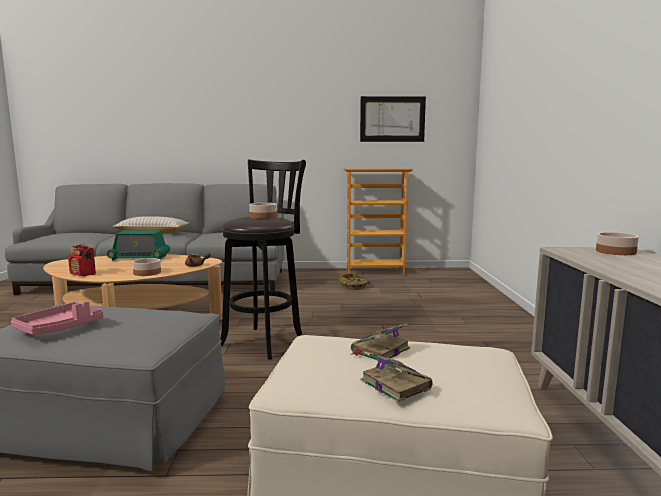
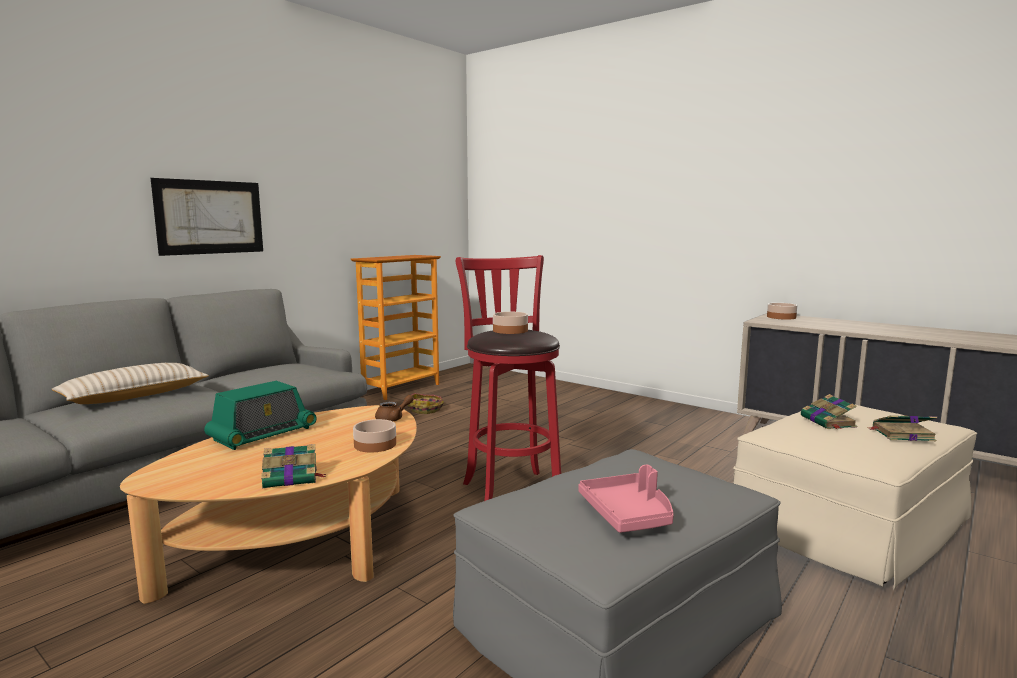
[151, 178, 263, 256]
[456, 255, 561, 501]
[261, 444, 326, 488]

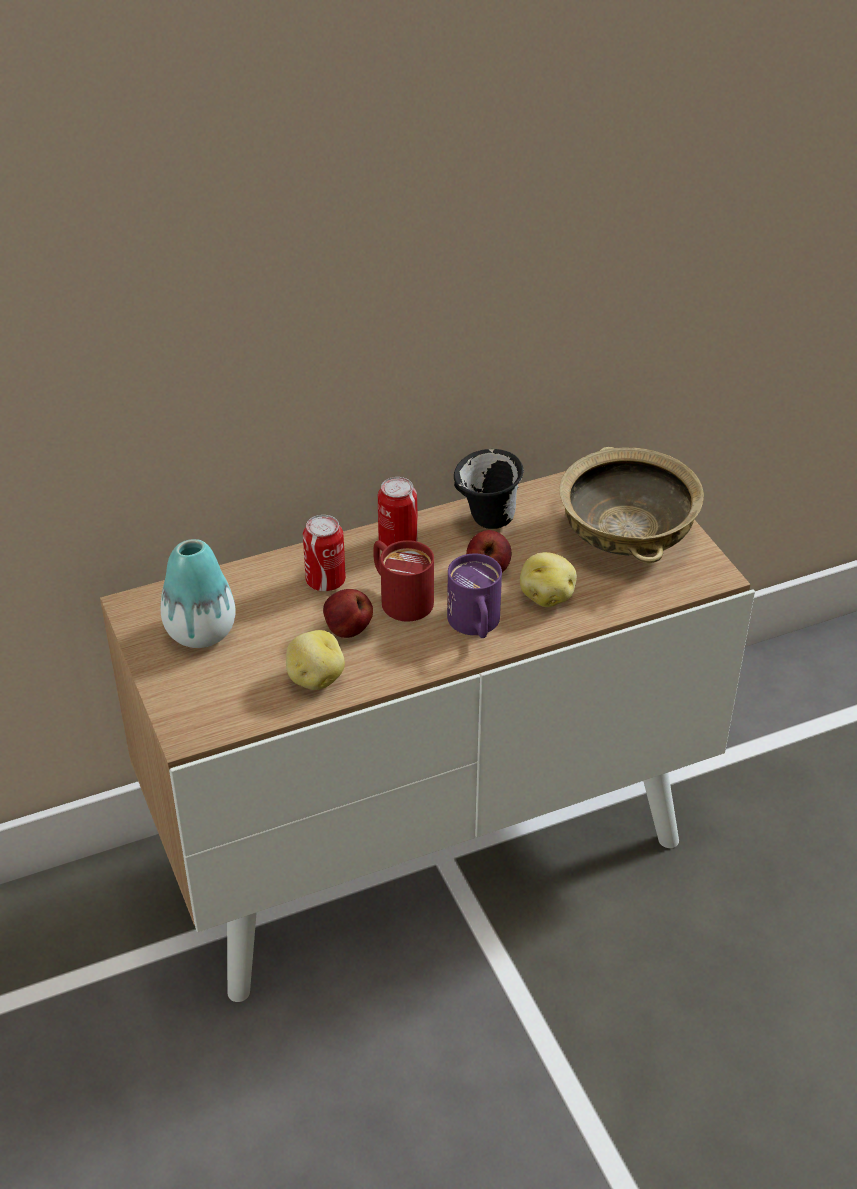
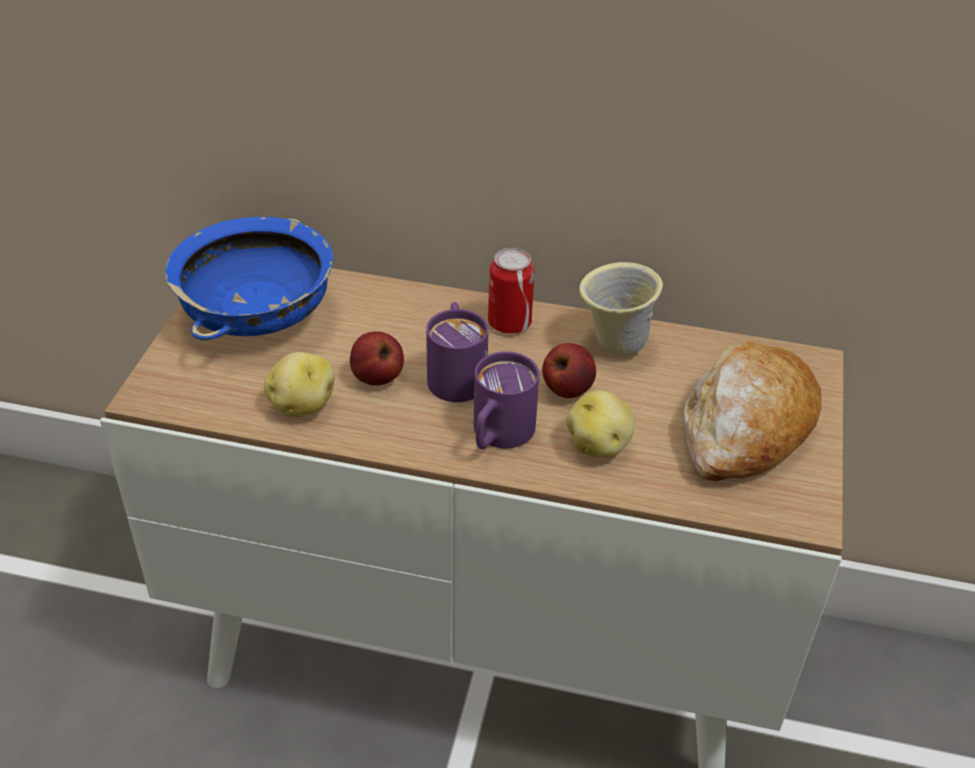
[683, 342, 822, 481]
[579, 262, 663, 356]
[303, 515, 346, 591] (first image)
[165, 217, 333, 340]
[426, 302, 489, 402]

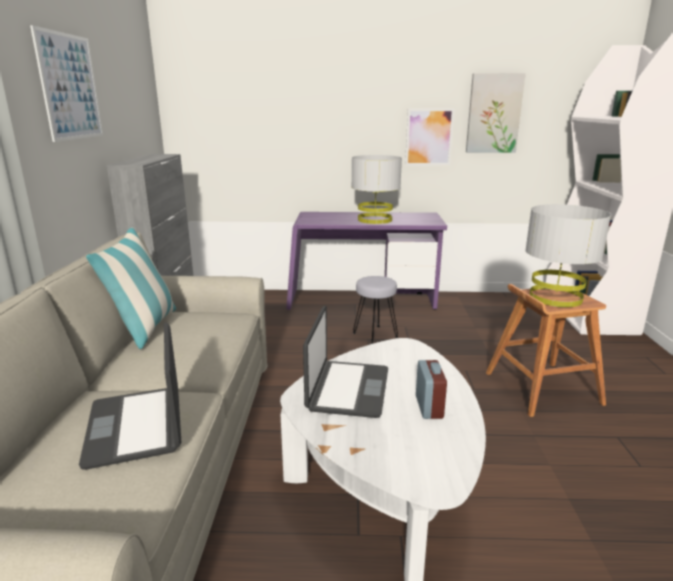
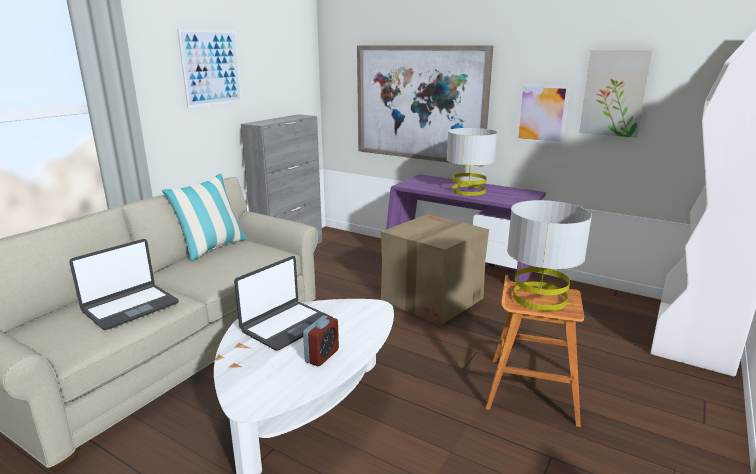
[381, 214, 489, 326]
[69, 239, 179, 330]
[357, 45, 494, 167]

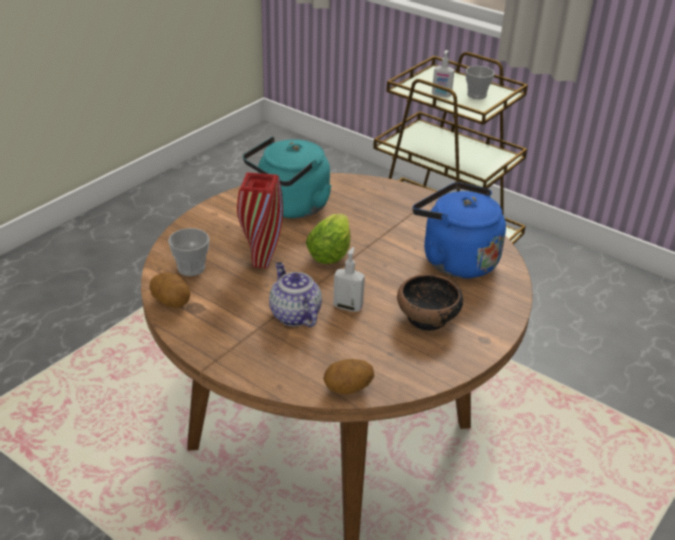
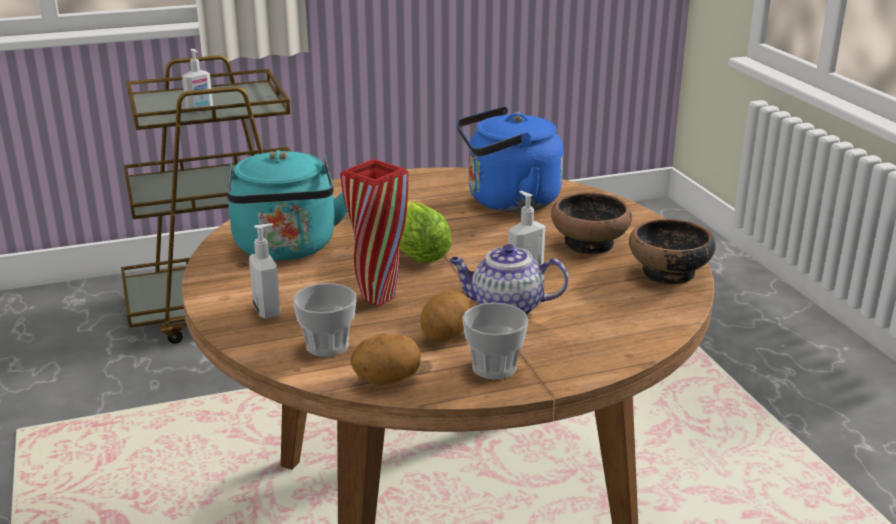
[462, 303, 529, 380]
[420, 290, 470, 342]
[629, 219, 716, 284]
[249, 223, 281, 319]

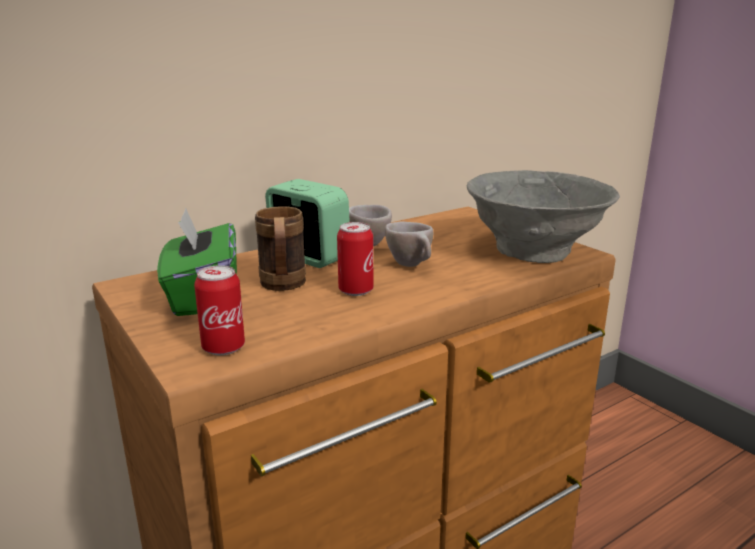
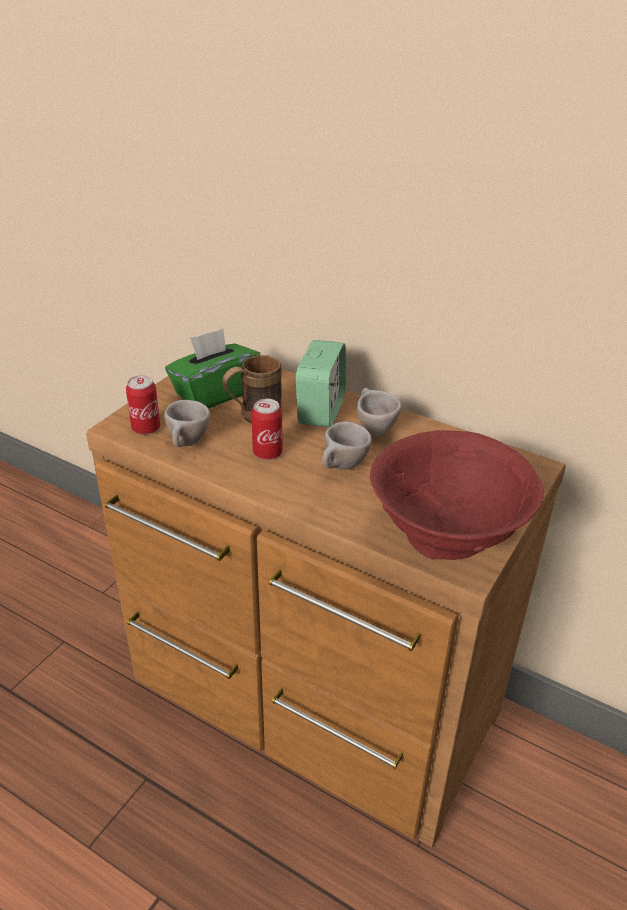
[370, 430, 544, 560]
[164, 400, 210, 447]

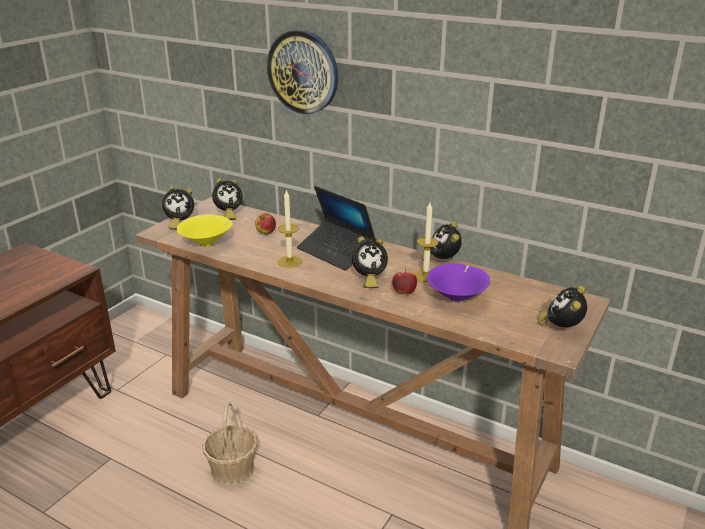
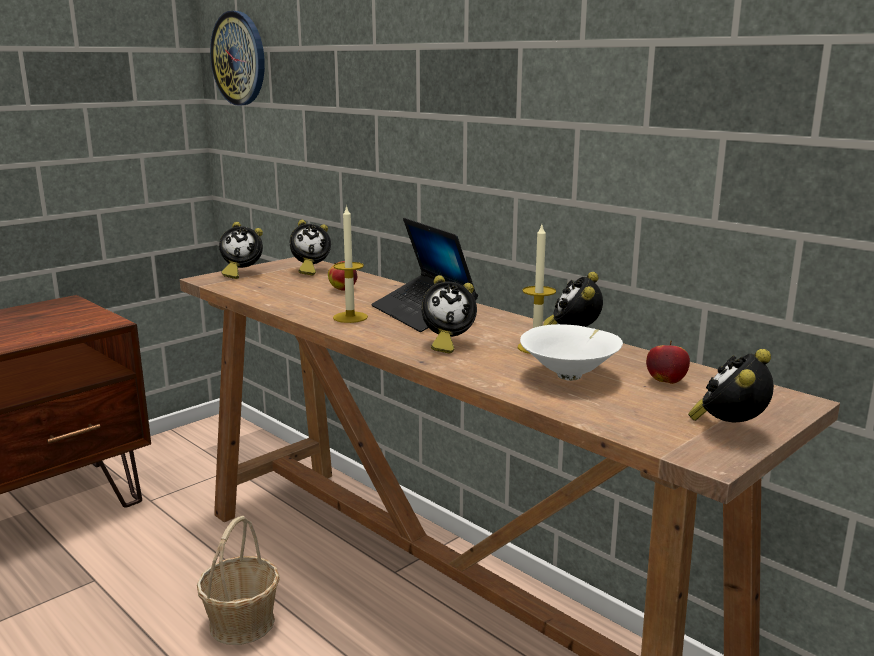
[210, 11, 265, 105]
[177, 214, 233, 247] (first image)
[520, 324, 623, 381]
[646, 341, 690, 384]

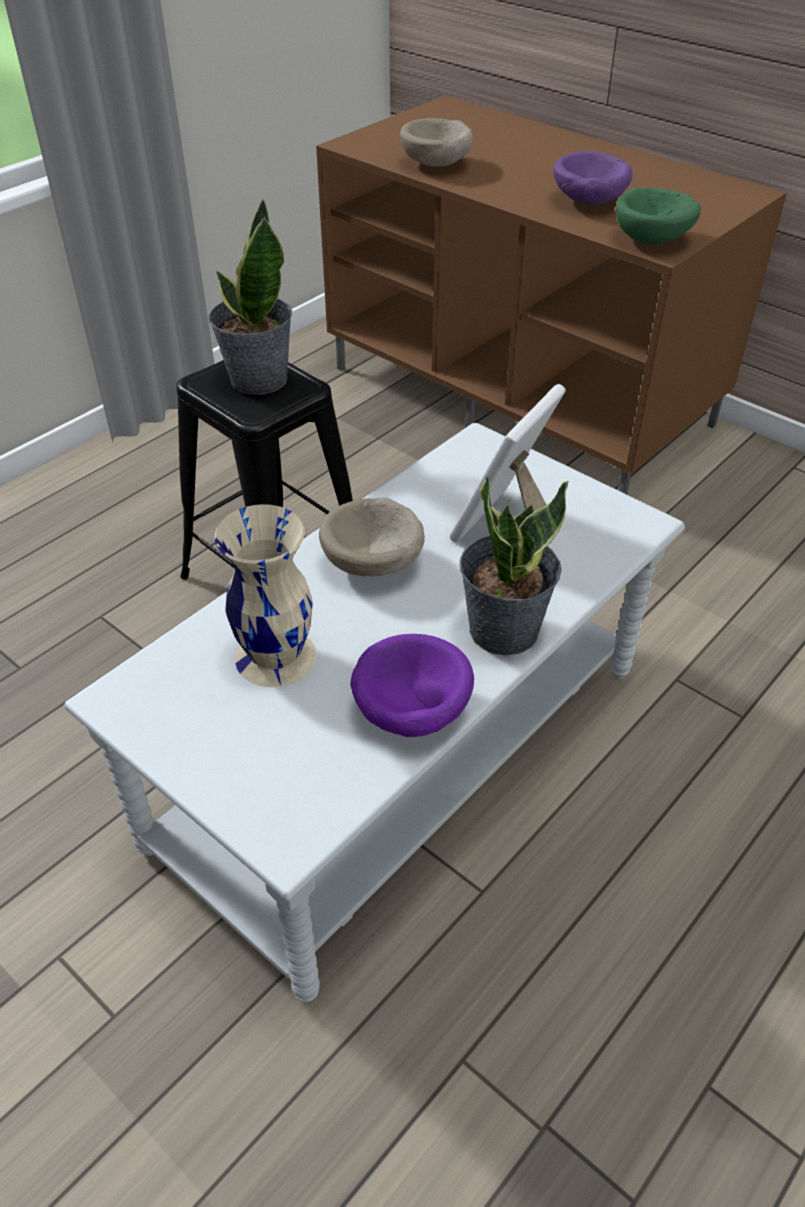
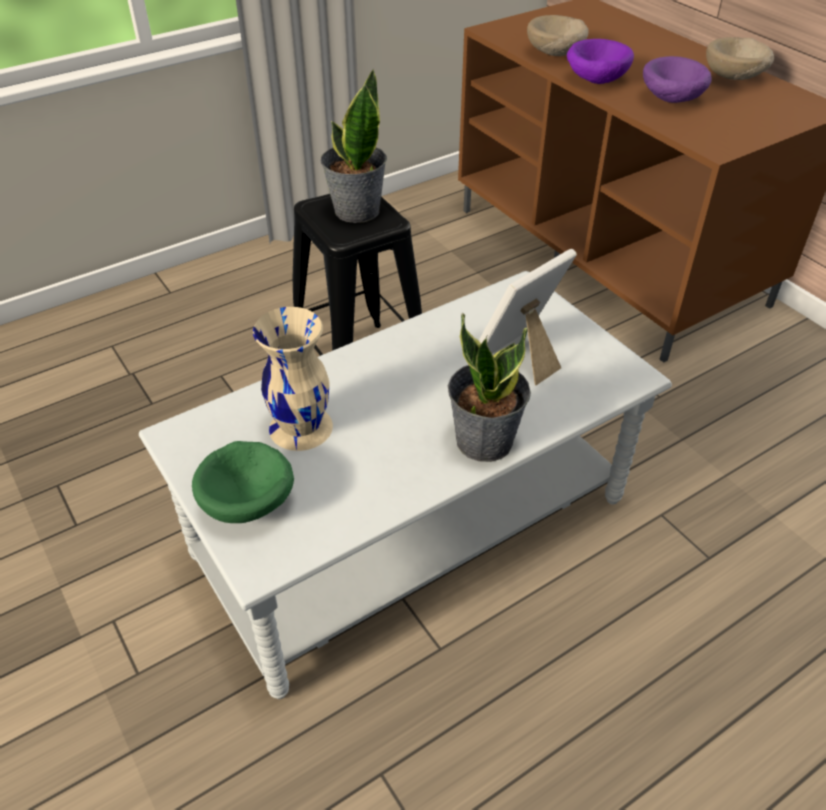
[192, 441, 294, 523]
[706, 37, 774, 80]
[567, 39, 634, 84]

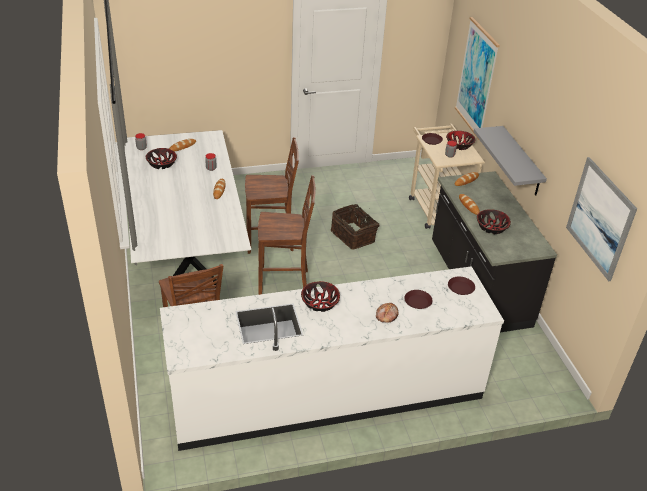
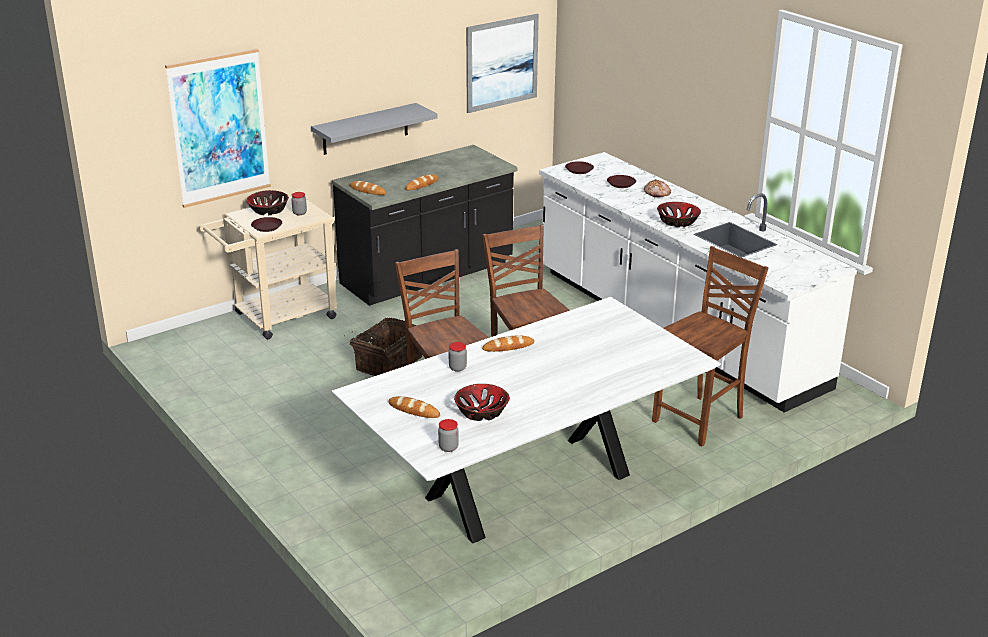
[477, 209, 511, 234] (first image)

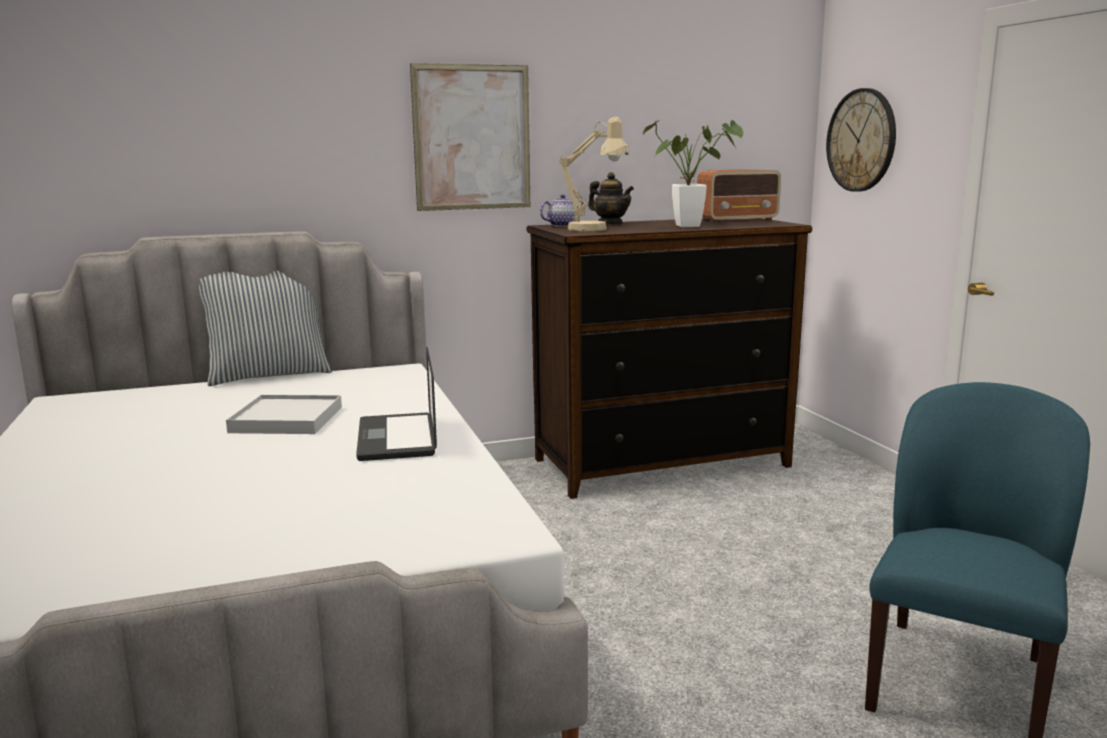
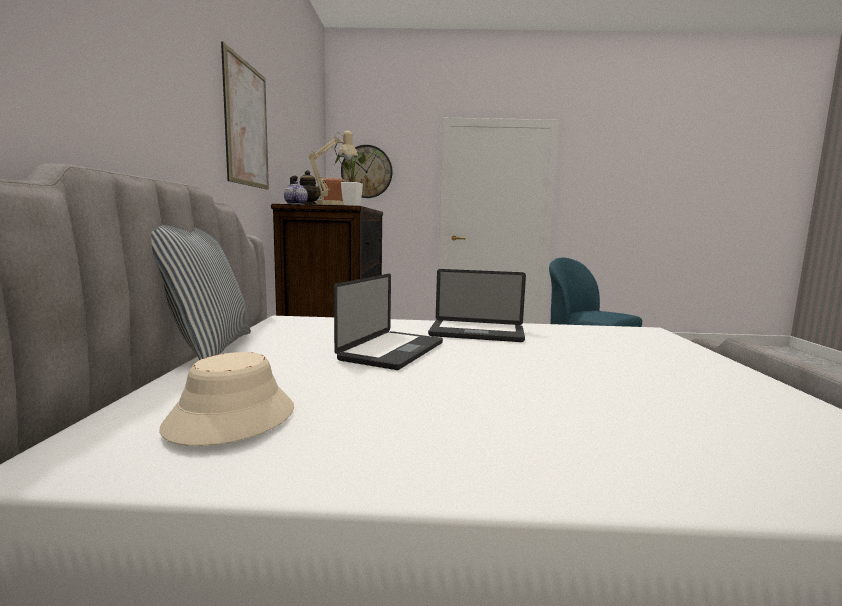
[334, 274, 443, 370]
[159, 352, 294, 446]

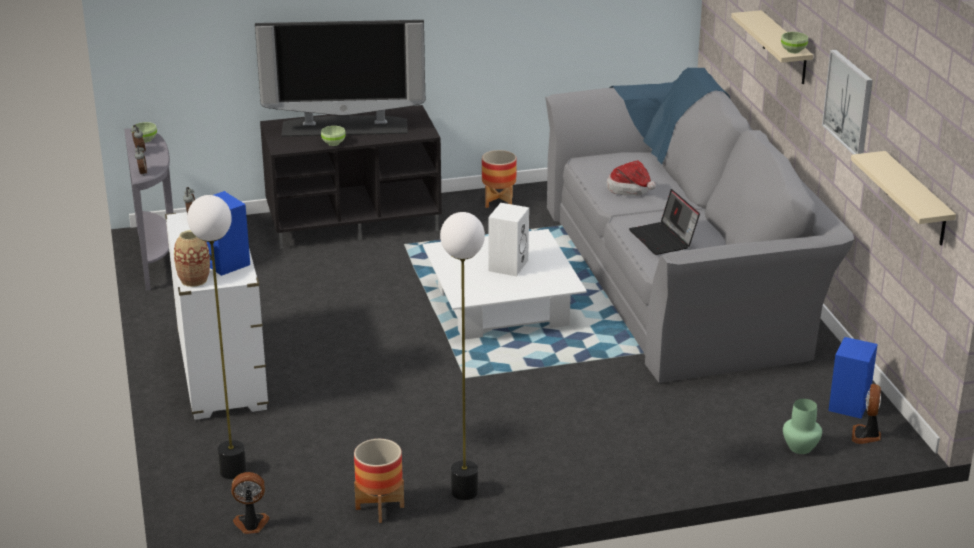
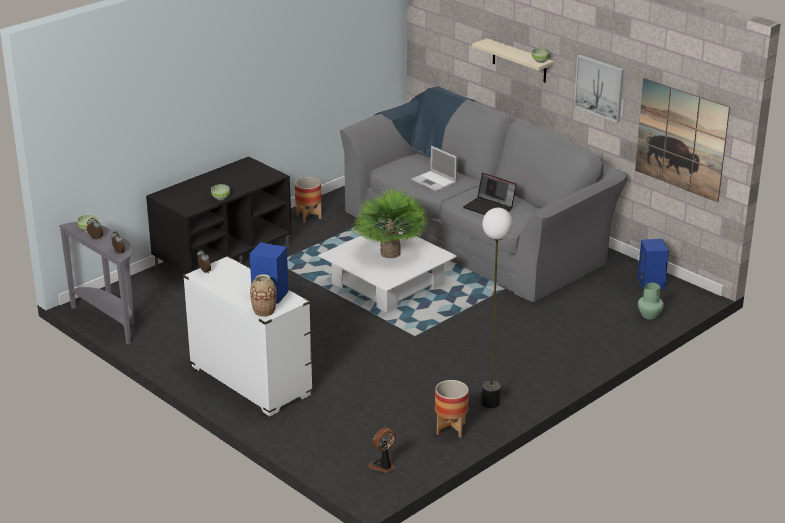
[255, 20, 425, 137] (first image)
[635, 78, 730, 202]
[411, 146, 458, 192]
[187, 195, 247, 479] (first image)
[351, 187, 430, 258]
[852, 384, 881, 444] (first image)

